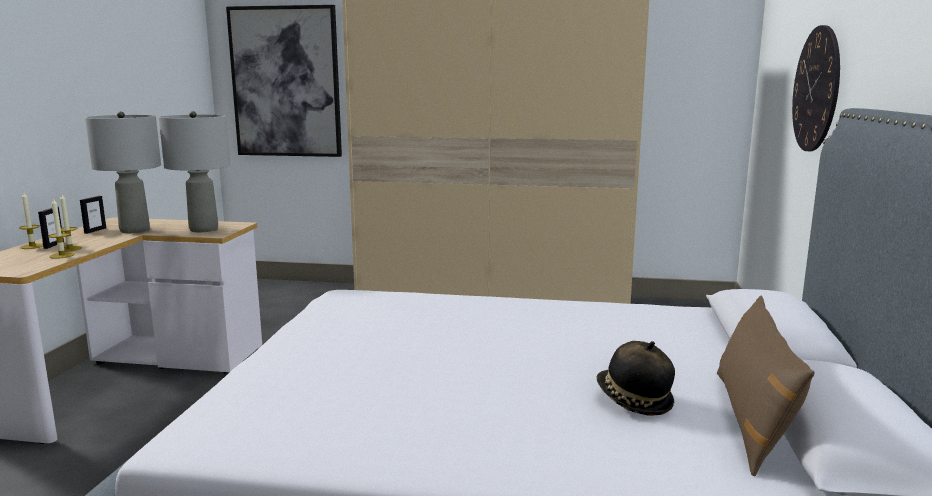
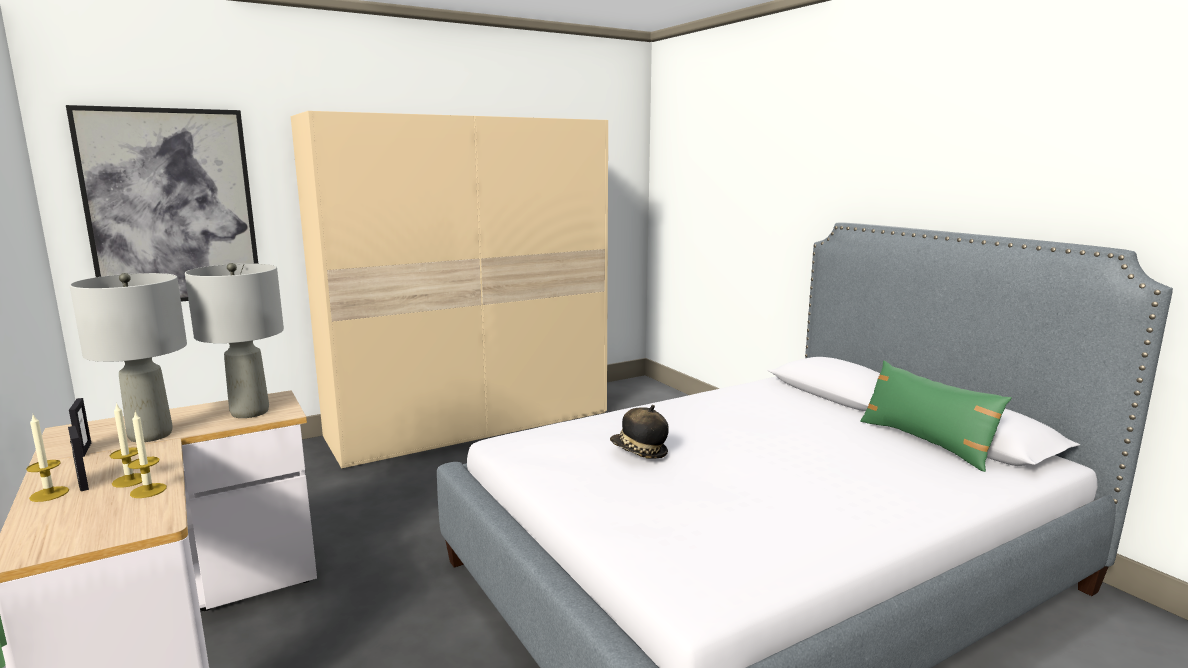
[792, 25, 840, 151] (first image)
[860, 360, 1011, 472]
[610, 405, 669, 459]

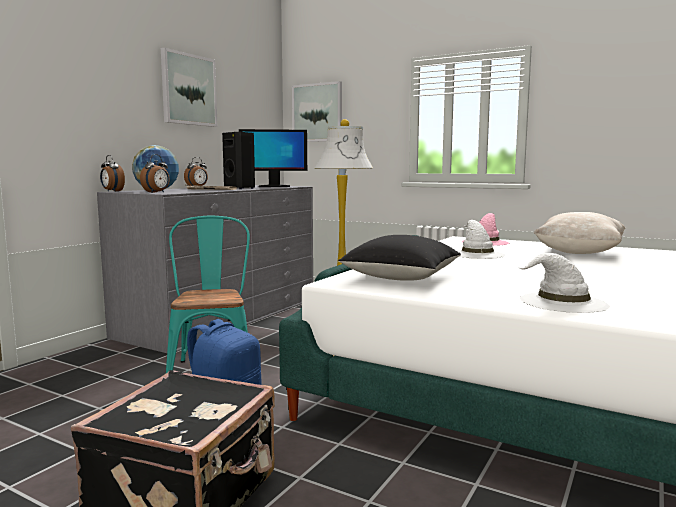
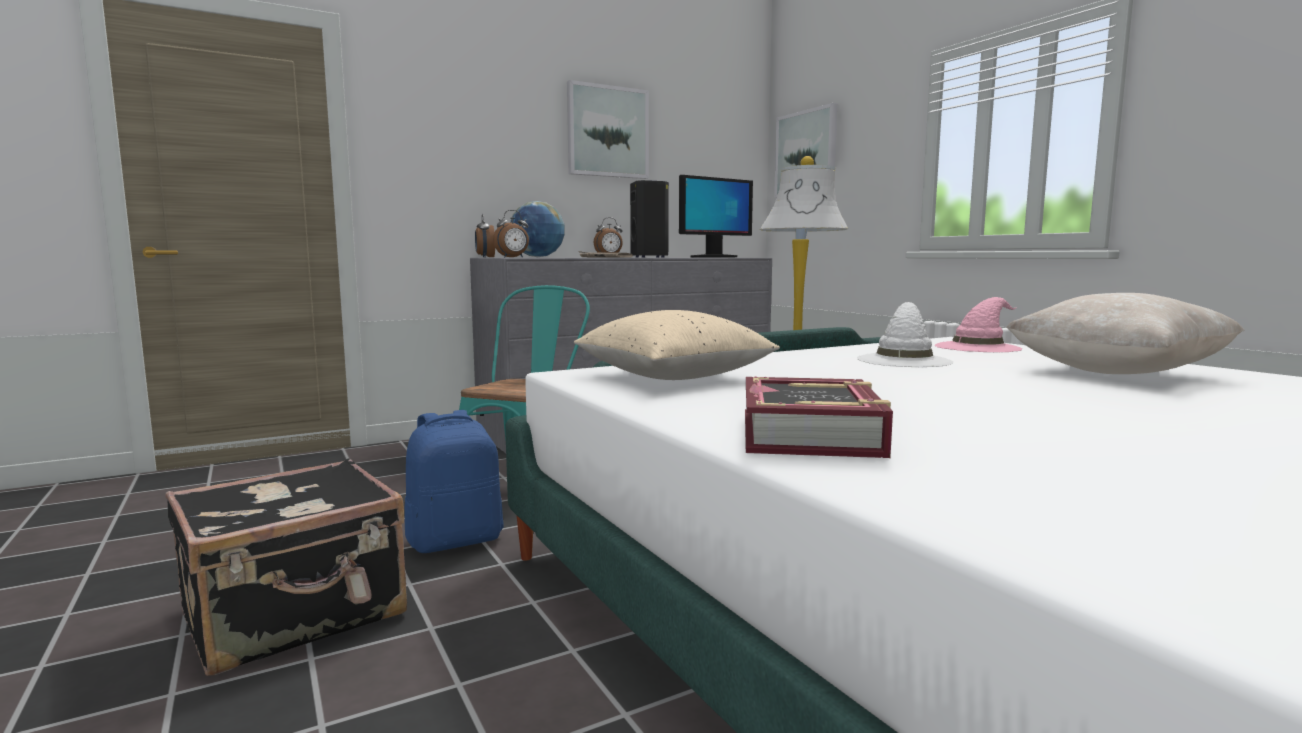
[679, 175, 753, 257]
[574, 310, 780, 380]
[745, 376, 893, 458]

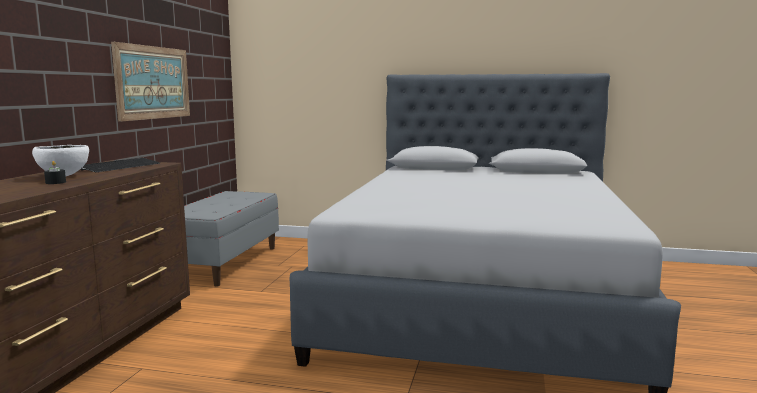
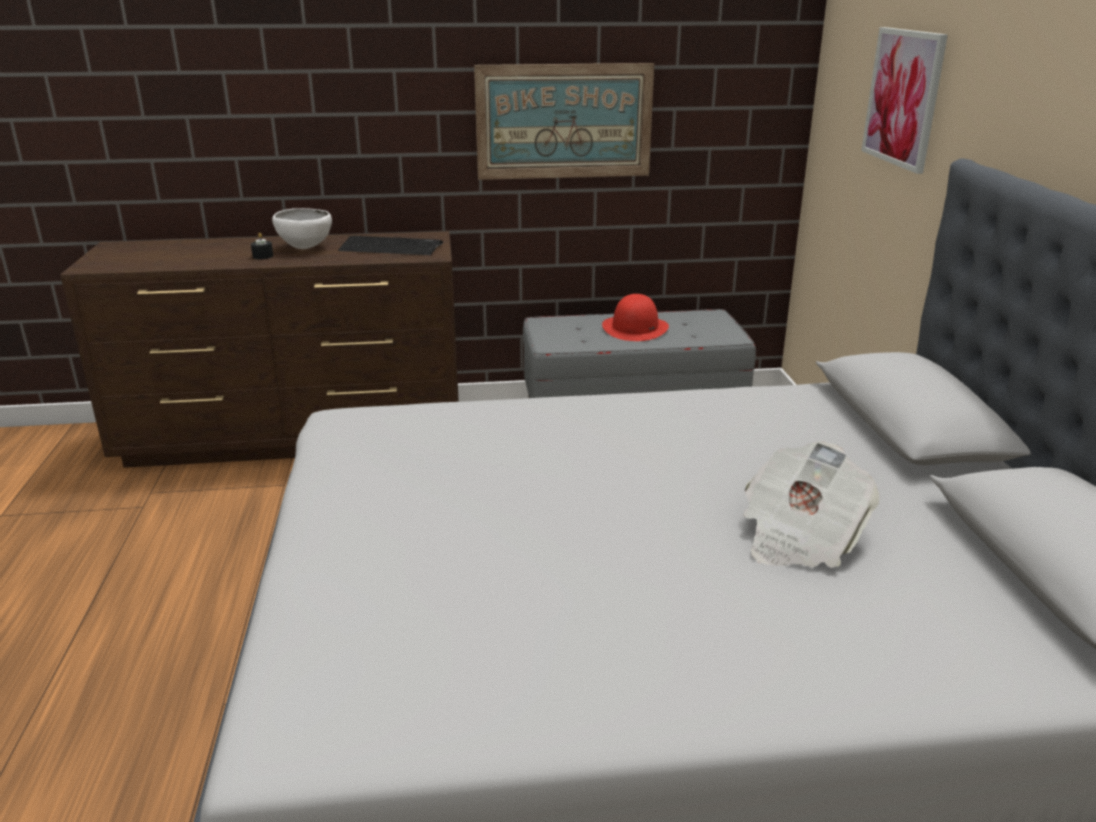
[861, 27, 948, 174]
[602, 294, 669, 341]
[744, 441, 880, 568]

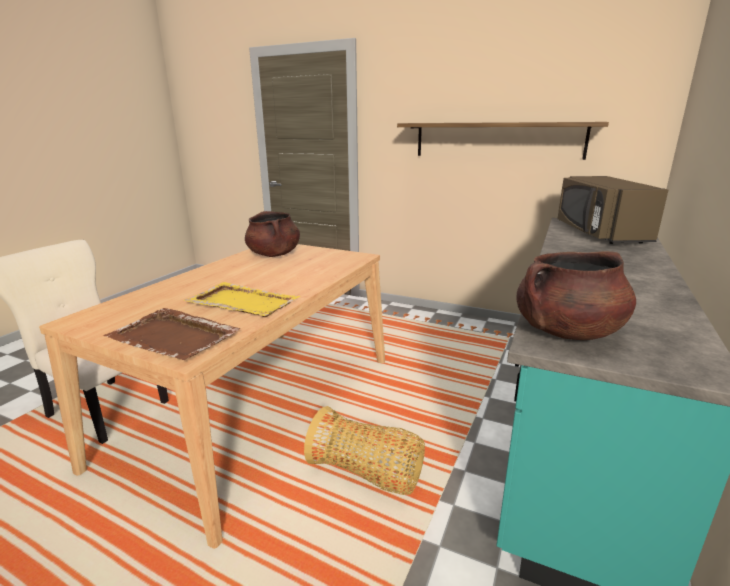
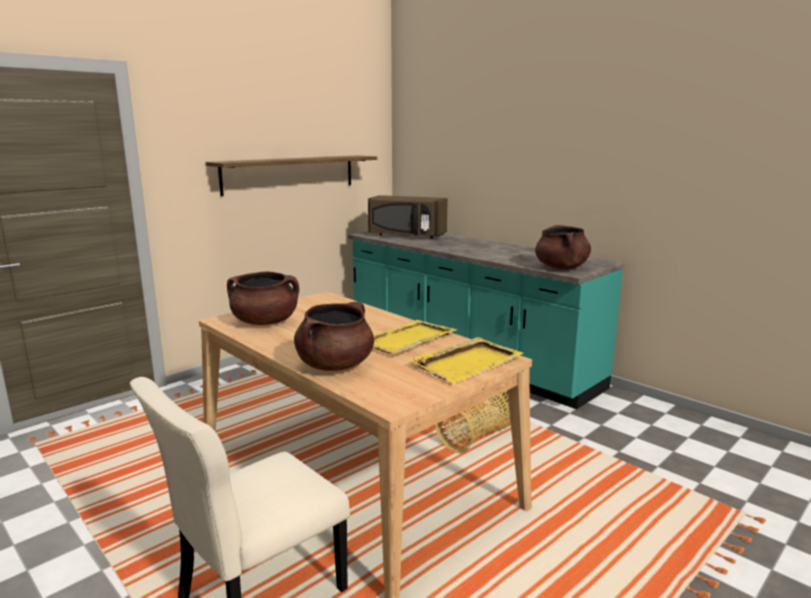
[408, 337, 523, 383]
[294, 302, 374, 371]

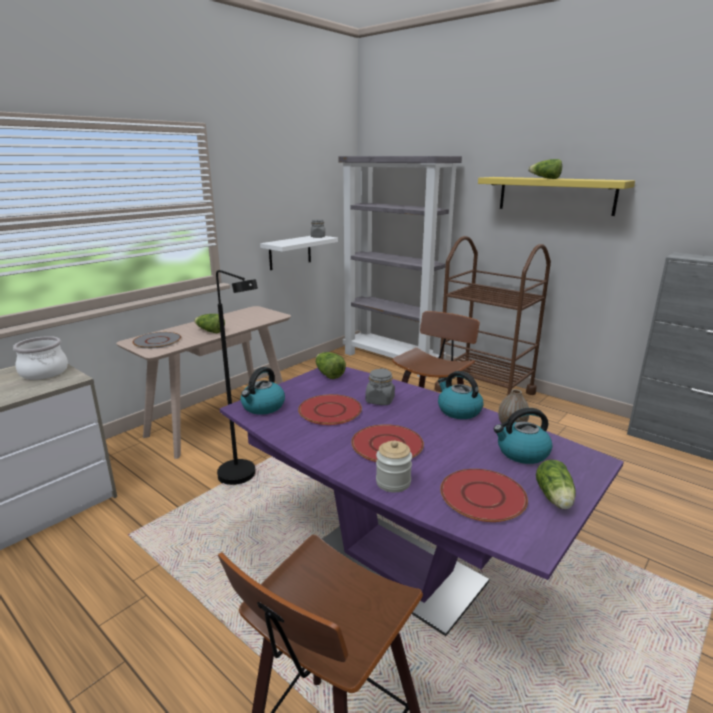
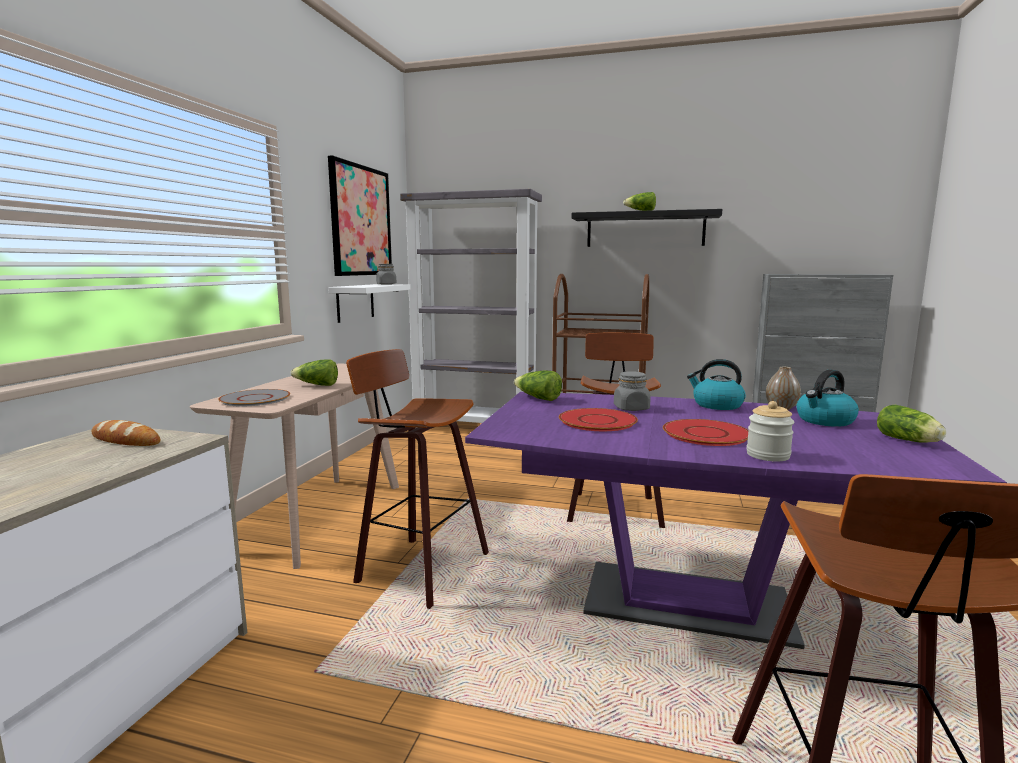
[572, 209, 722, 247]
[346, 349, 489, 609]
[91, 420, 160, 446]
[241, 367, 285, 415] (first image)
[440, 469, 528, 522] (first image)
[328, 155, 392, 276]

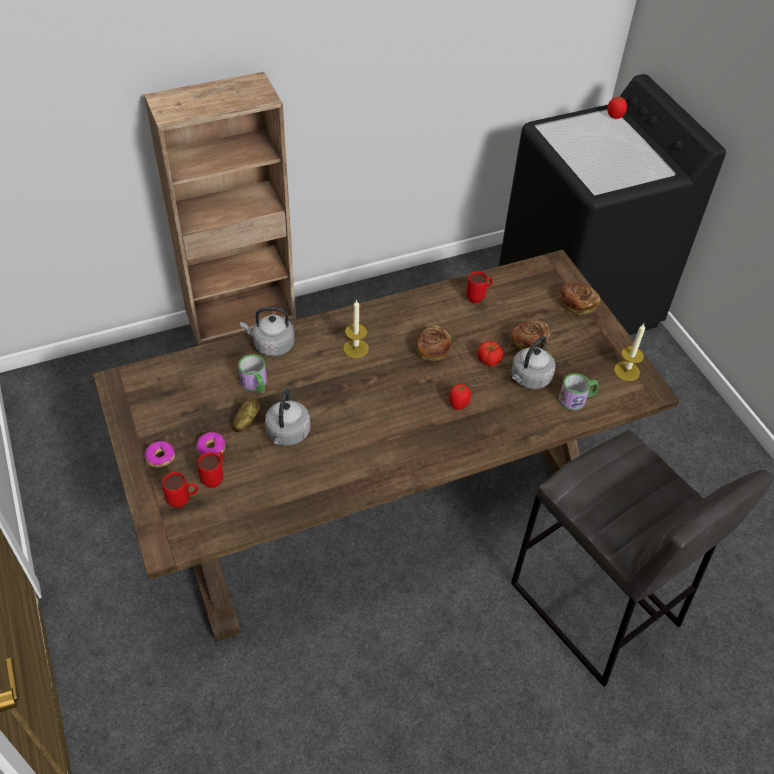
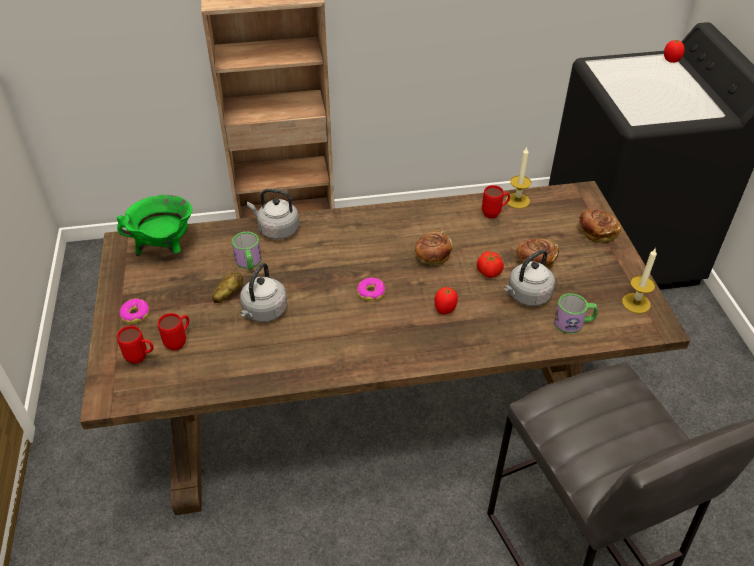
[506, 147, 531, 209]
[357, 278, 385, 301]
[117, 195, 193, 256]

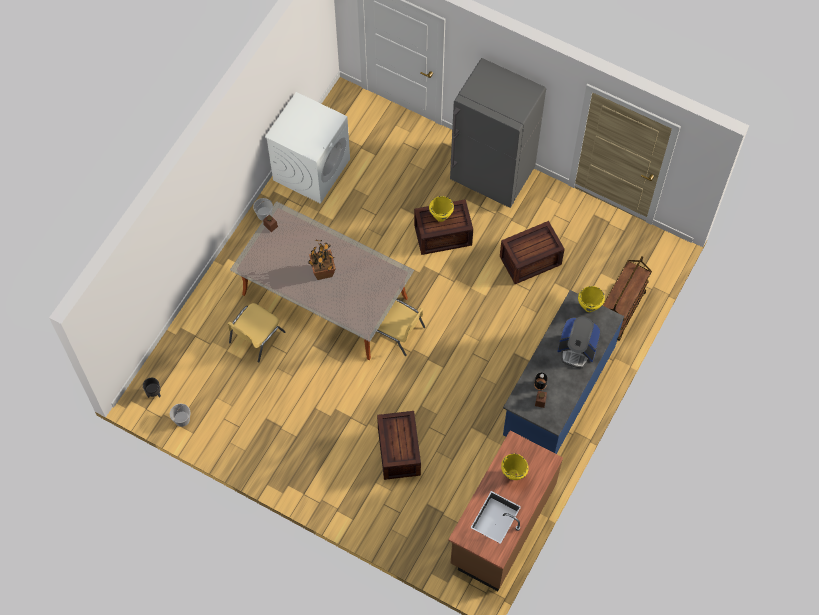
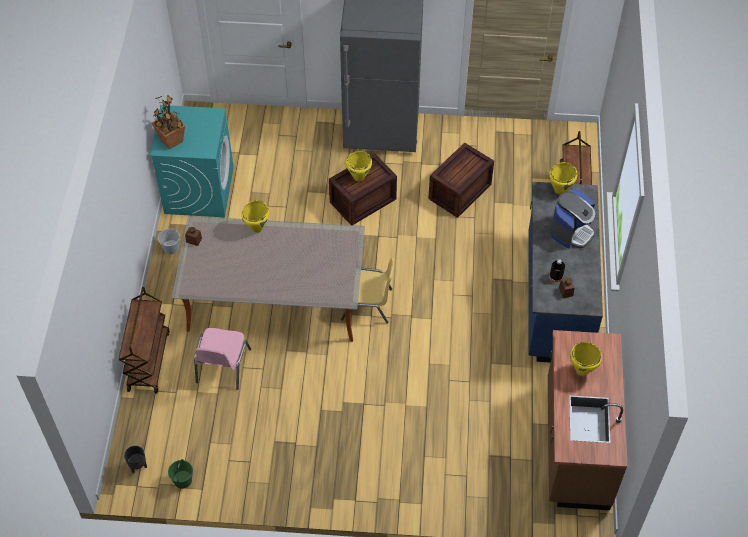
[149, 105, 234, 217]
[152, 96, 185, 150]
[194, 328, 251, 390]
[551, 189, 596, 249]
[168, 459, 193, 489]
[377, 411, 421, 480] (first image)
[241, 200, 269, 233]
[118, 287, 169, 393]

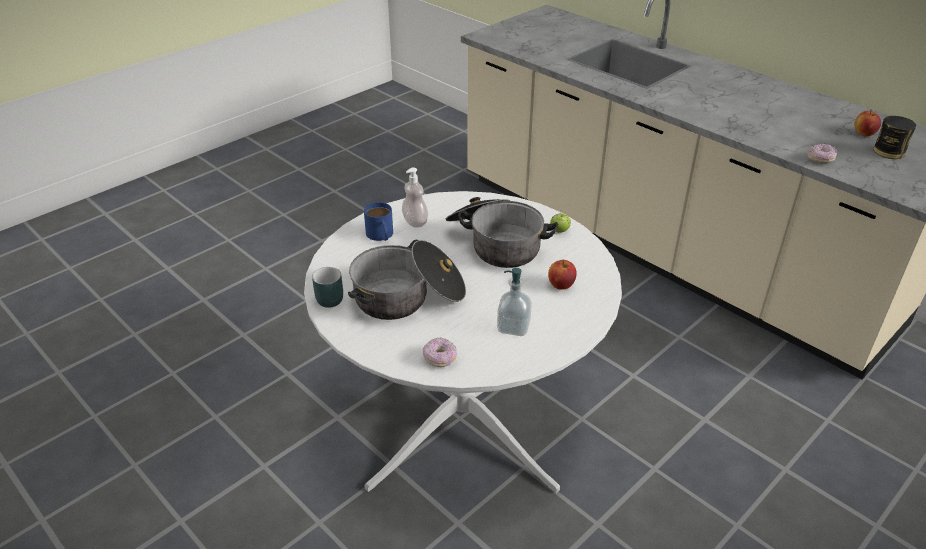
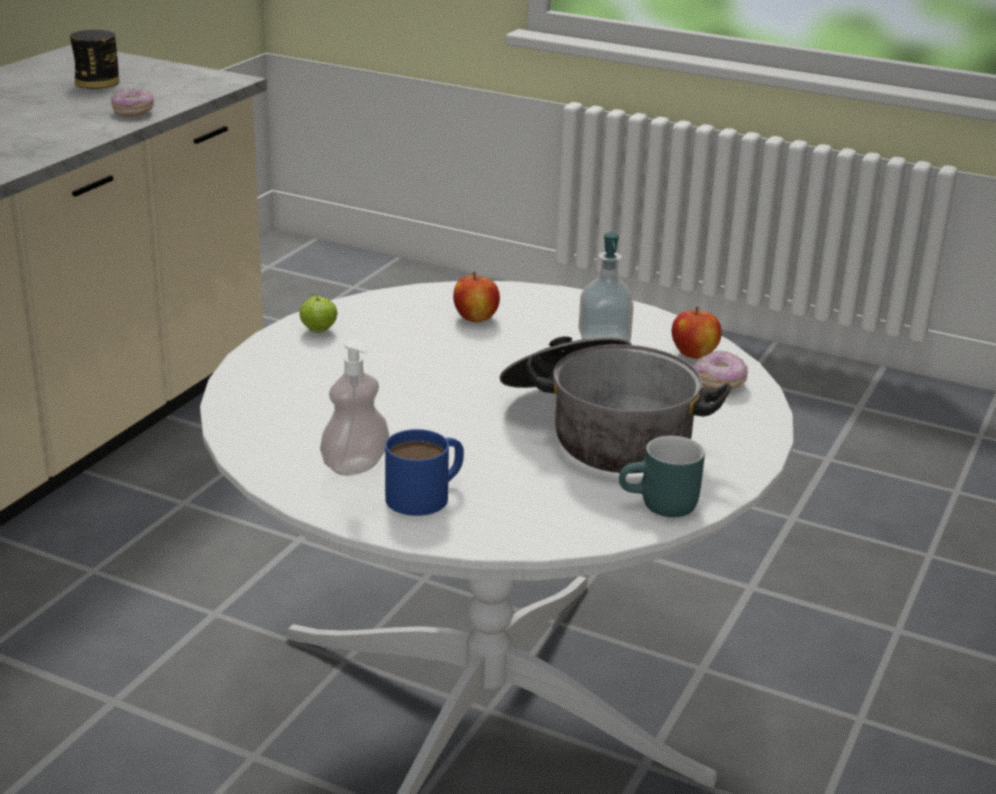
[672, 307, 722, 359]
[446, 197, 558, 268] (first image)

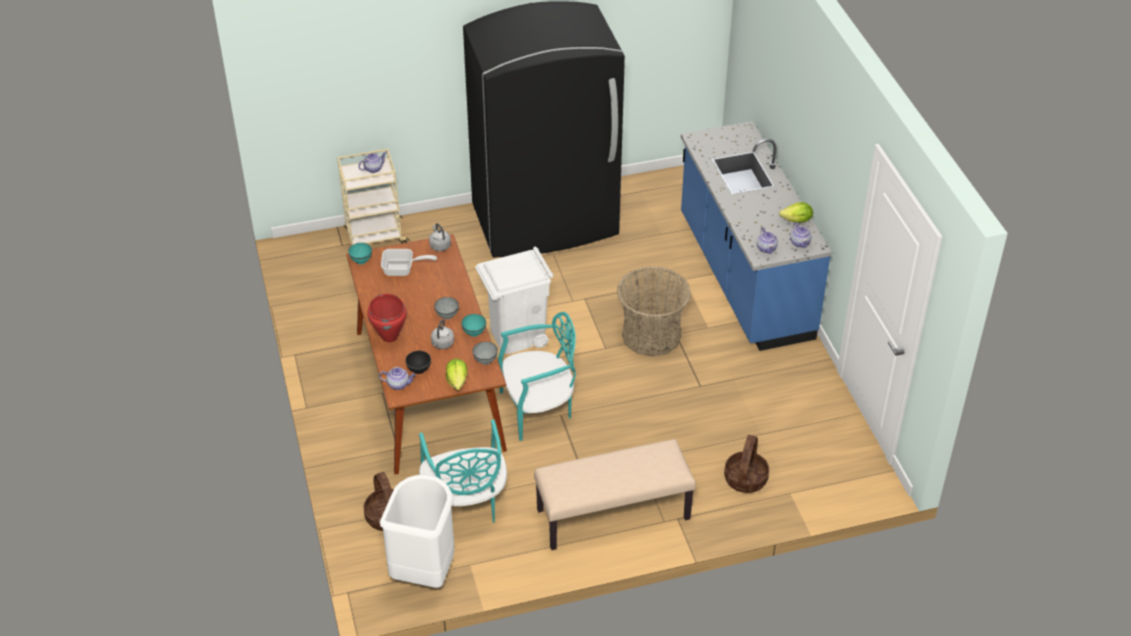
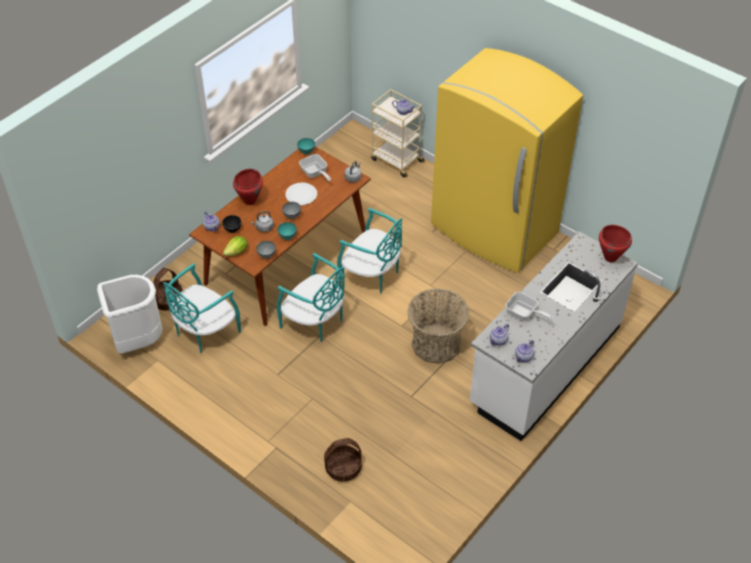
[431, 48, 583, 273]
[470, 231, 638, 441]
[779, 202, 813, 223] (first image)
[337, 208, 403, 294]
[534, 439, 696, 550] (first image)
[285, 183, 317, 205]
[599, 225, 632, 262]
[506, 292, 553, 321]

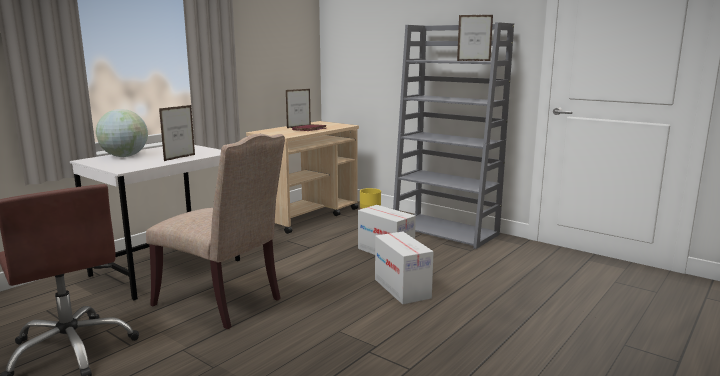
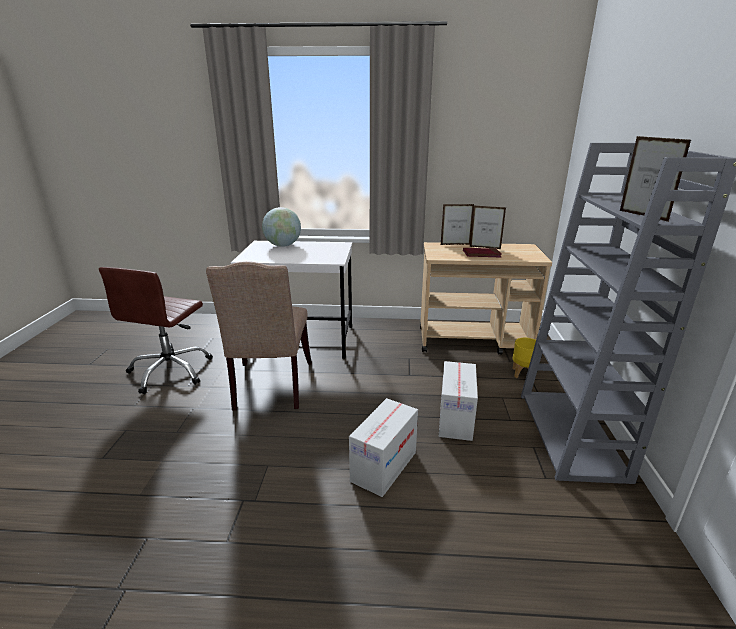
[441, 204, 474, 245]

